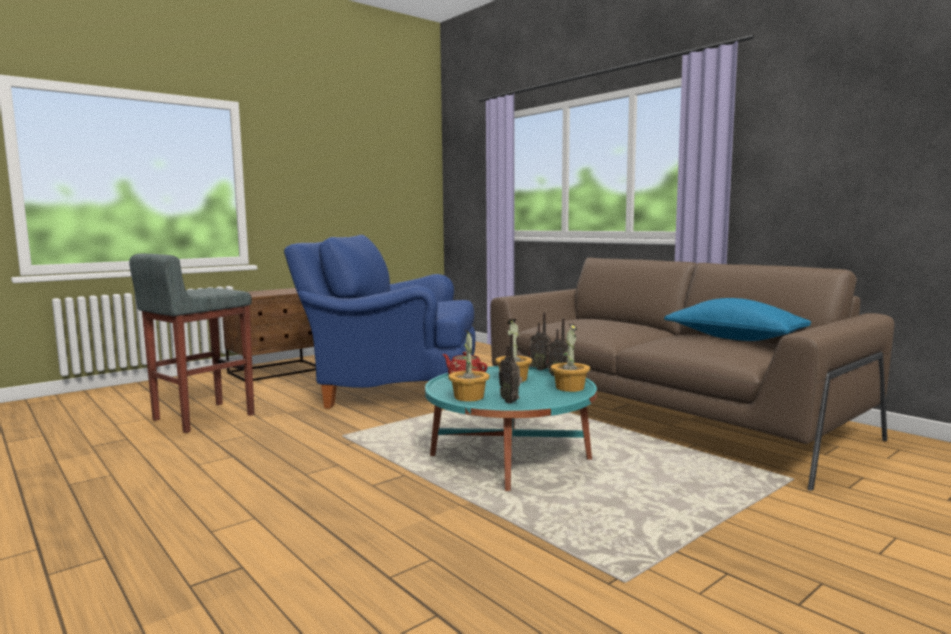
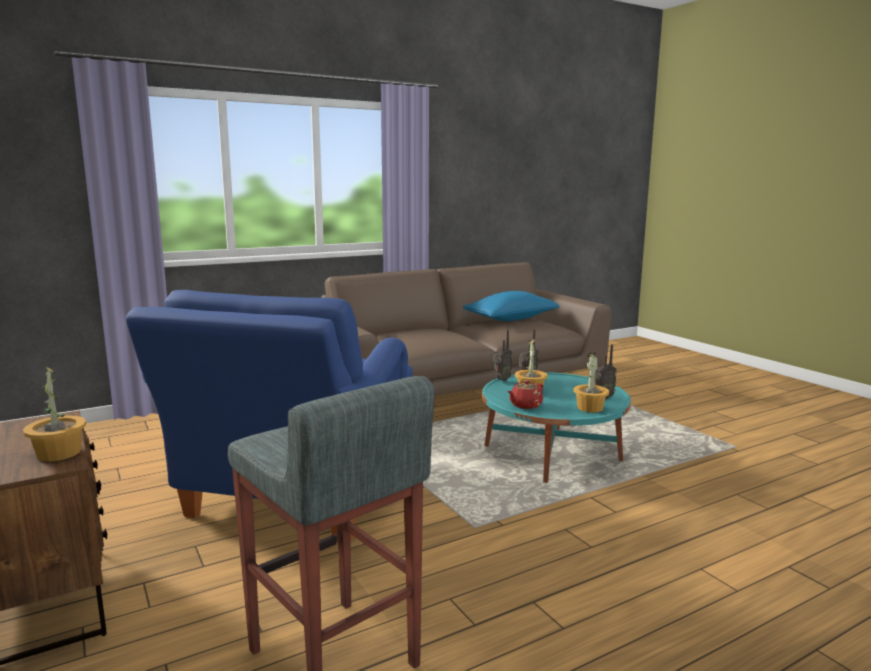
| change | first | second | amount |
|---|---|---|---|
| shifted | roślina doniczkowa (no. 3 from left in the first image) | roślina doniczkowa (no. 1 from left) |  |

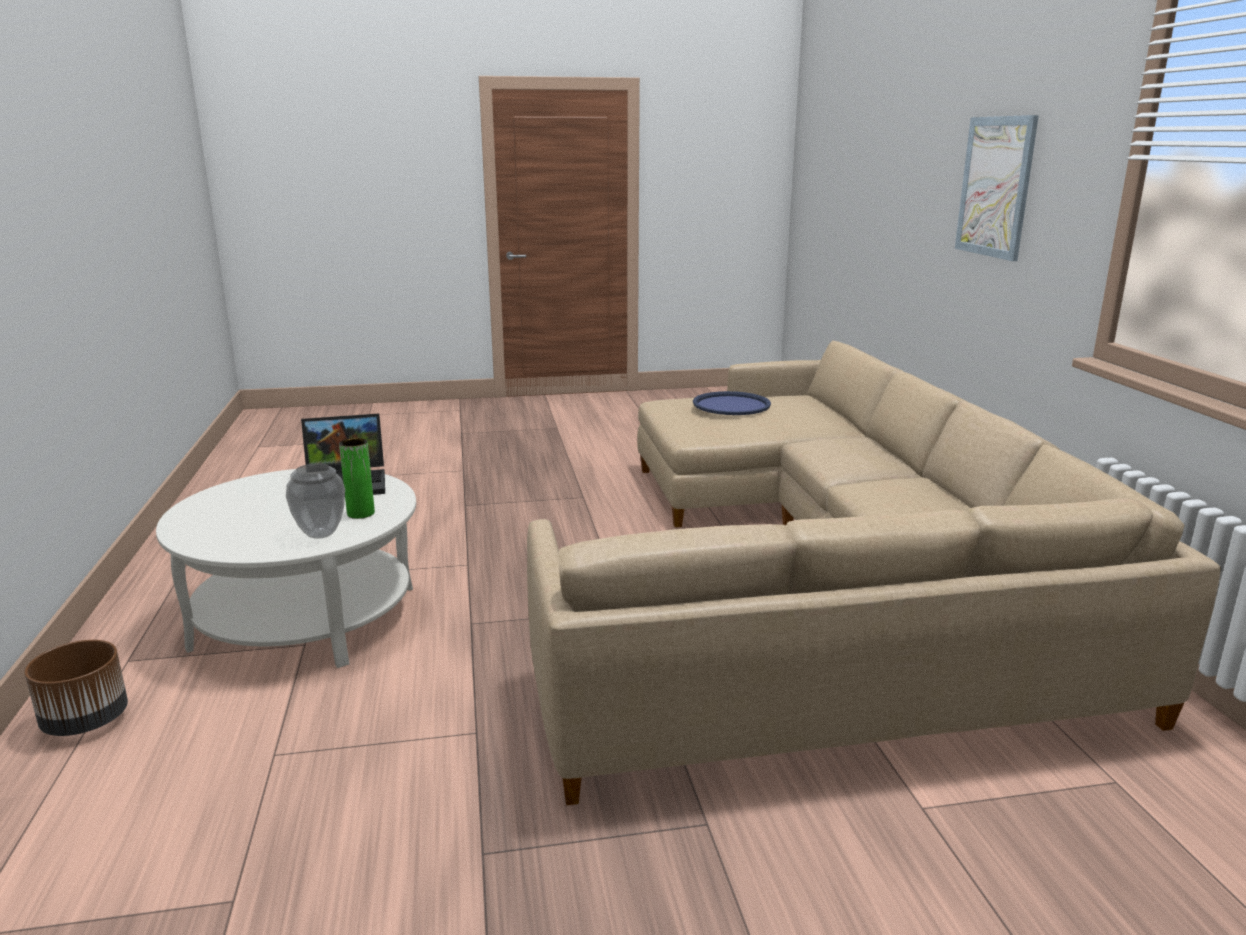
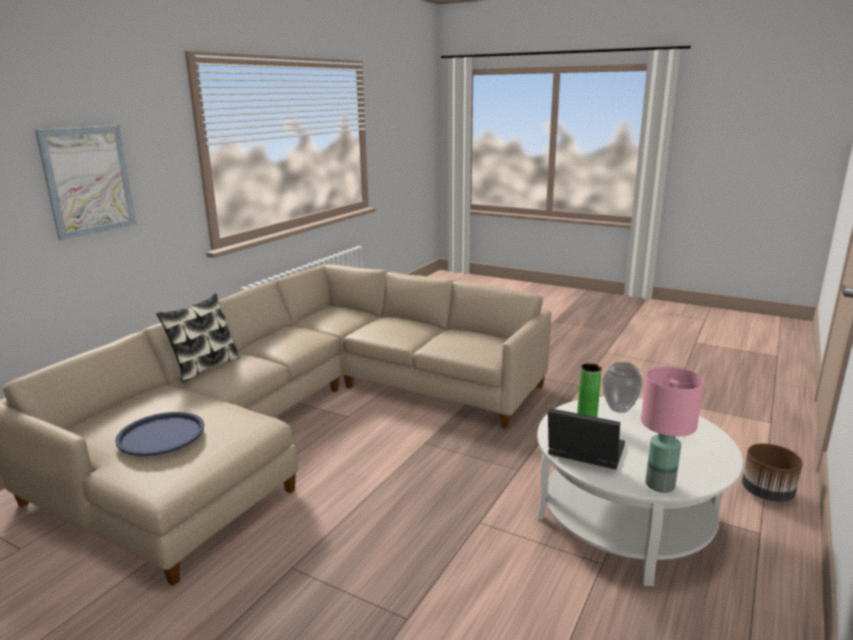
| change | first | second | amount |
|---|---|---|---|
| new |  | poduszka |  |
| new |  | lampa stołowa/różowy |  |

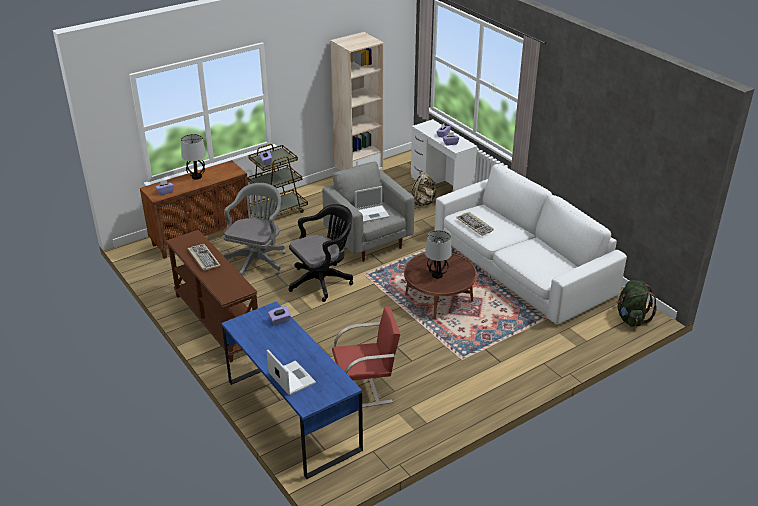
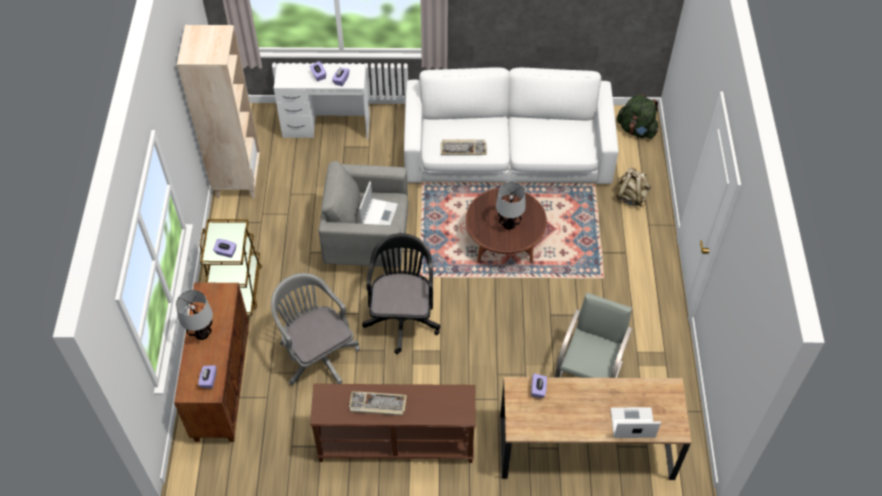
| change | first | second | amount |
|---|---|---|---|
| shifted | plecak/beżowy |  |  |
| repainted | biurko/niebieski | biurko/brązowy |  |
| repainted | krzesło/czerwony | krzesło/szary |  |

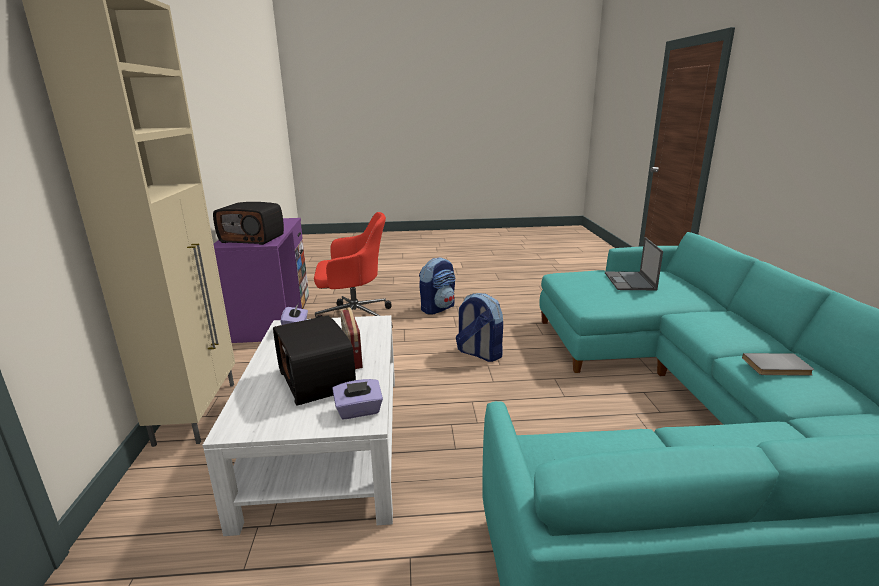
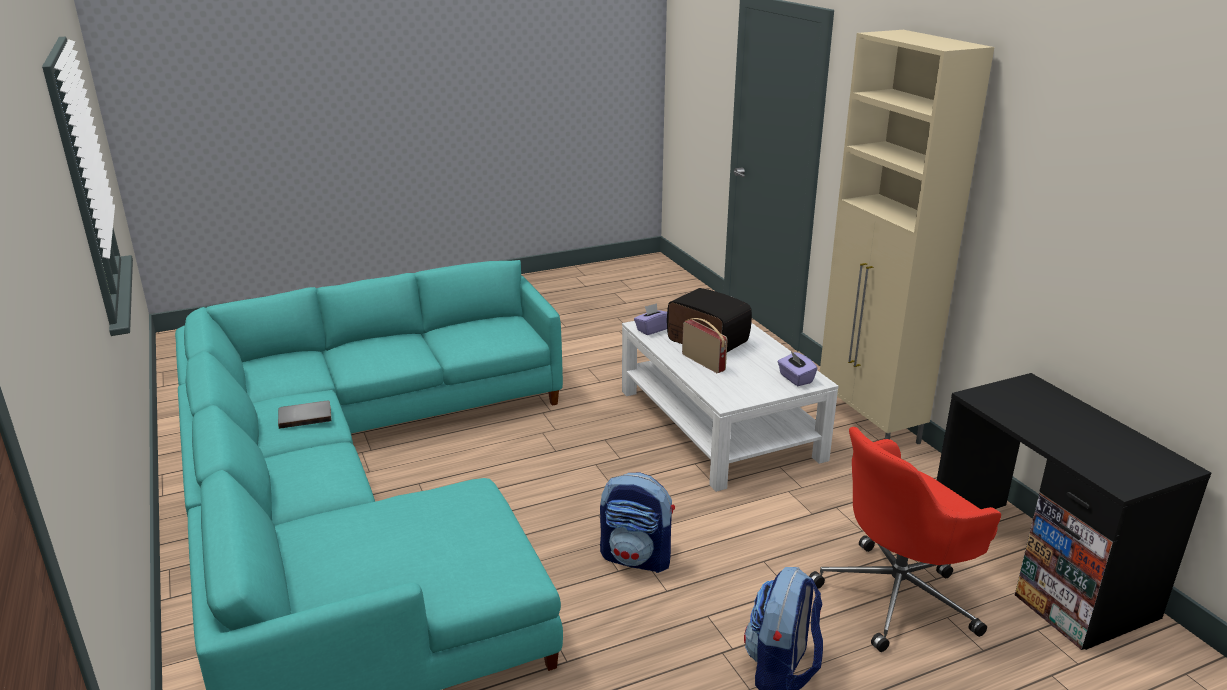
| change | first | second | amount |
|---|---|---|---|
| gone | radio (no. 1 from left) |  |  |
| gone | laptop |  |  |
| repainted | biurko/fioletowy | biurko/czarny |  |

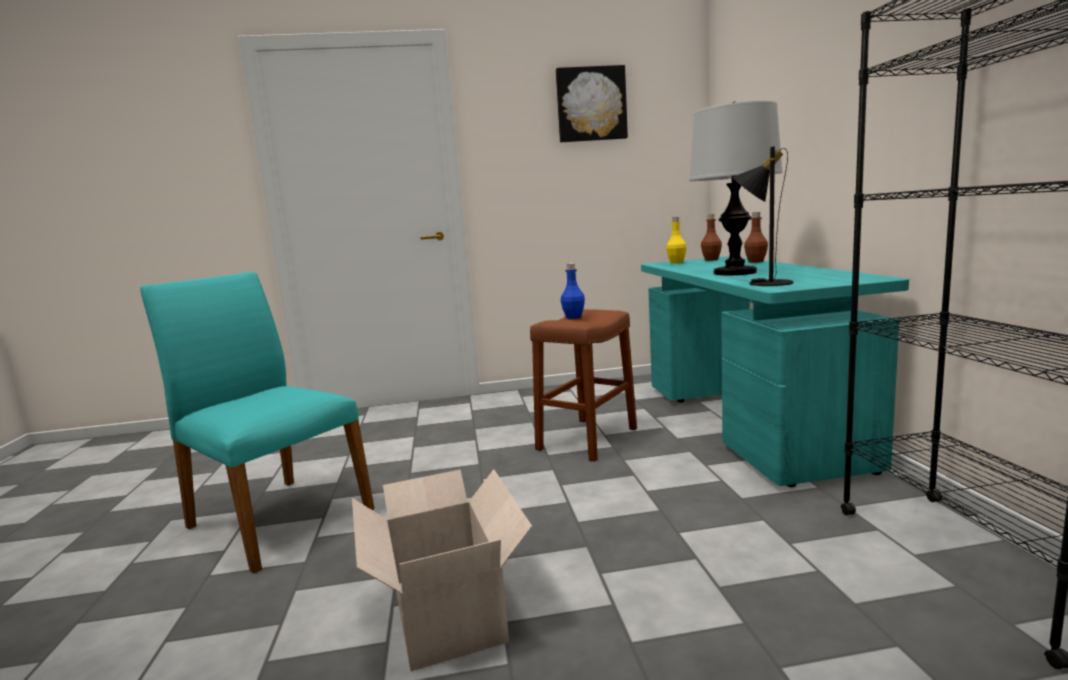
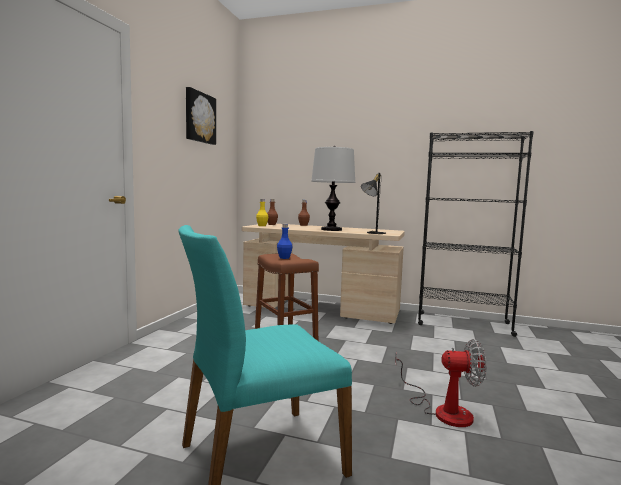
| change | first | second | amount |
|---|---|---|---|
| swapped | karton | wentylator |  |
| repainted | biurko/turkusowy | biurko/beżowy |  |

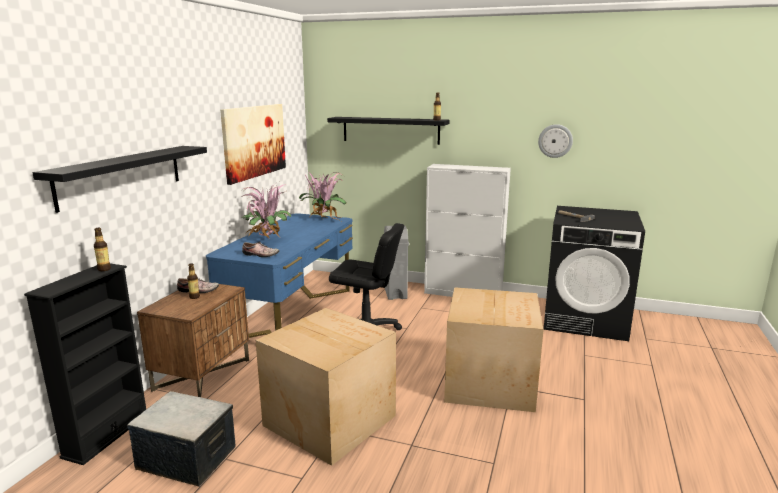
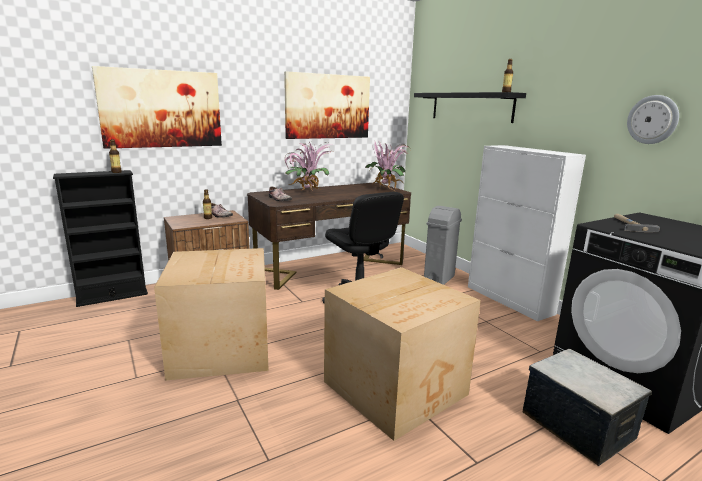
| change | first | second | amount |
|---|---|---|---|
| shifted | pojemnik do przechowywania |  |  |
| swapped | półka/czarny (no. 1 from left) | obraz (no. 1 from left) |  |
| repainted | biurko/niebieski | biurko/brązowy |  |

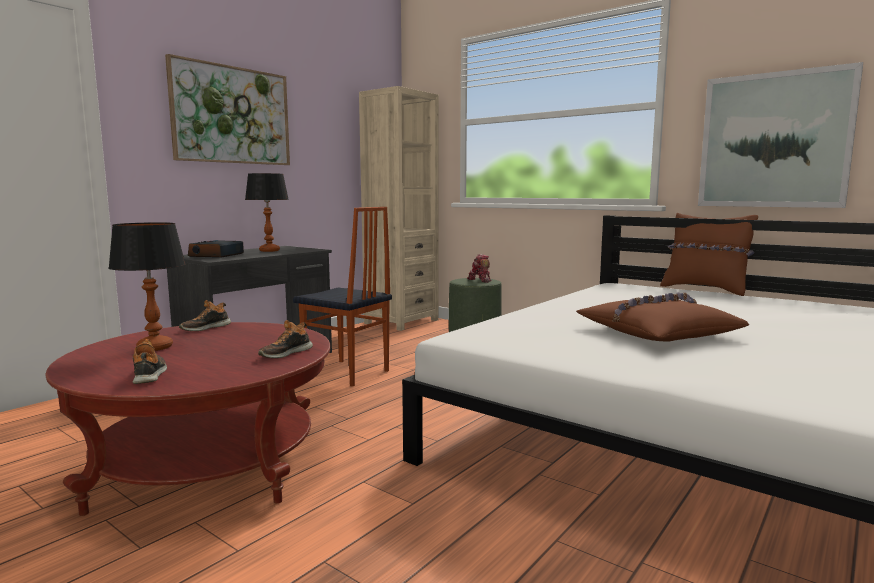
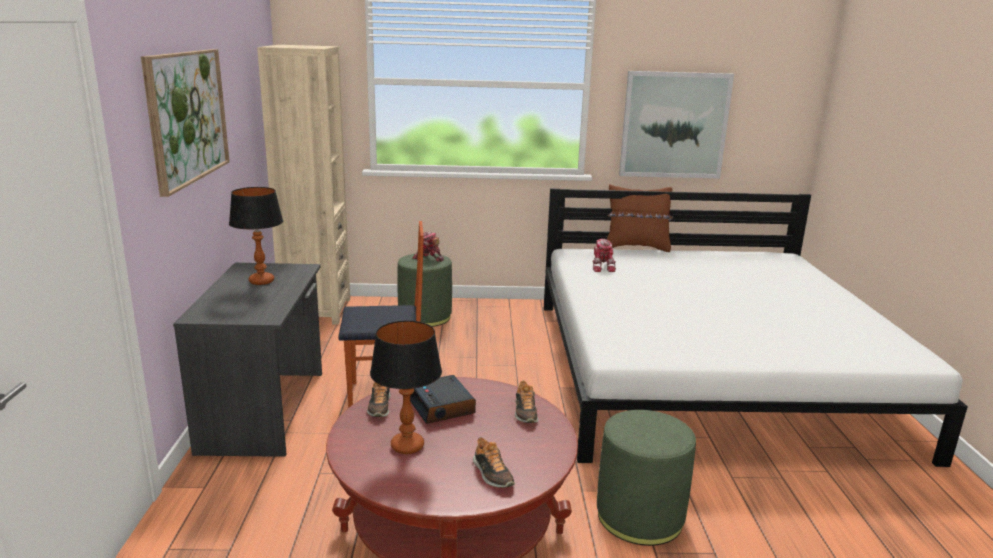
| change | first | second | amount |
|---|---|---|---|
| gone | poduszka/brązowy (no. 1 from left) |  |  |
| new |  | robot zabawkowy (no. 2 from left) |  |
| new |  | pufa/zielony (no. 2 from left) |  |
| shifted | budzik |  |  |
| rotated | but (no. 1 from left in the first image) | but (no. 2 from left) | 150 degrees counterclockwise |

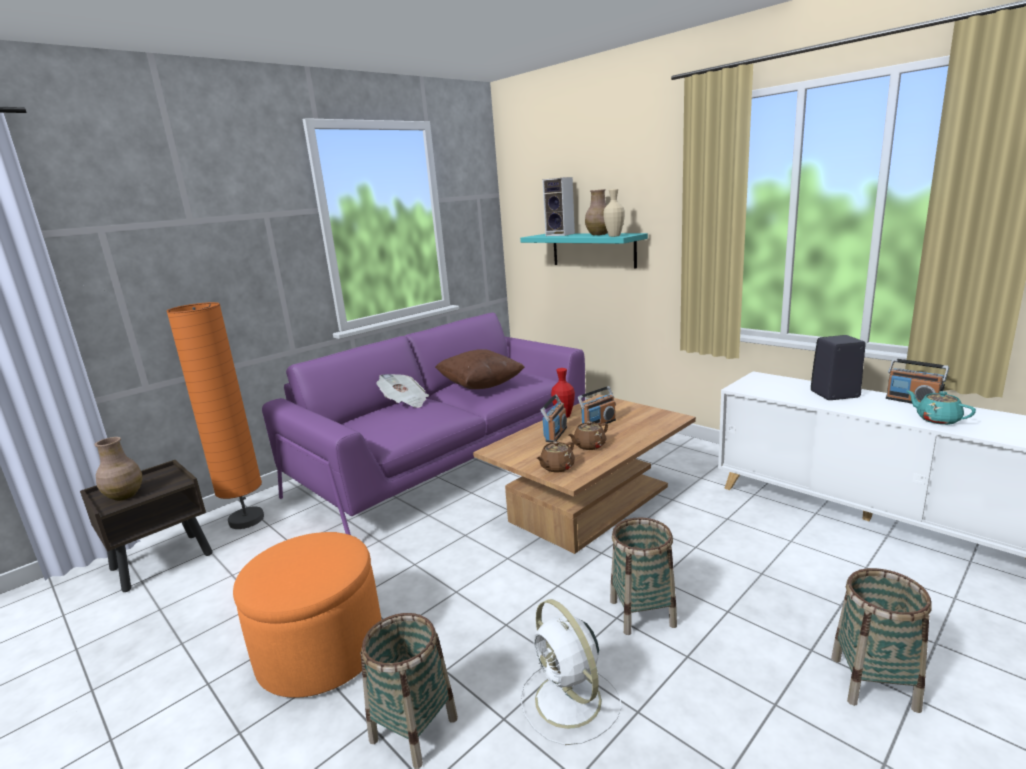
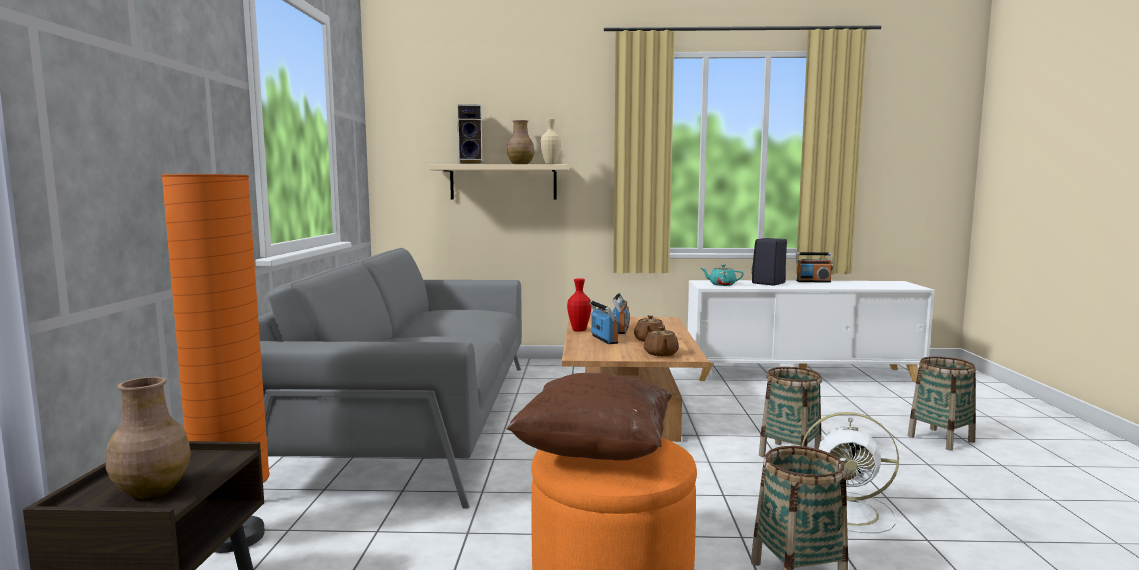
| change | first | second | amount |
|---|---|---|---|
| gone | gazeta |  |  |
| shifted | poduszka/brązowy |  |  |
| shifted | imbryk/turkusowy |  |  |
| repainted | kanapa/fioletowy | kanapa/szary |  |
| repainted | półka/turkusowy | półka/beżowy |  |

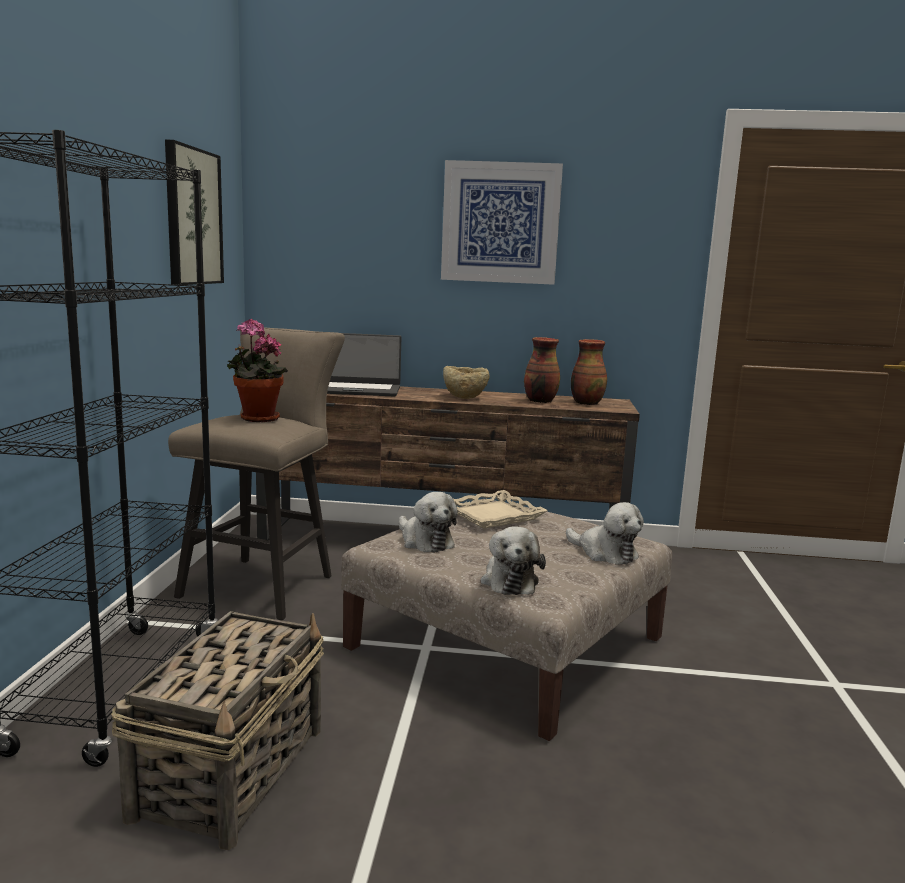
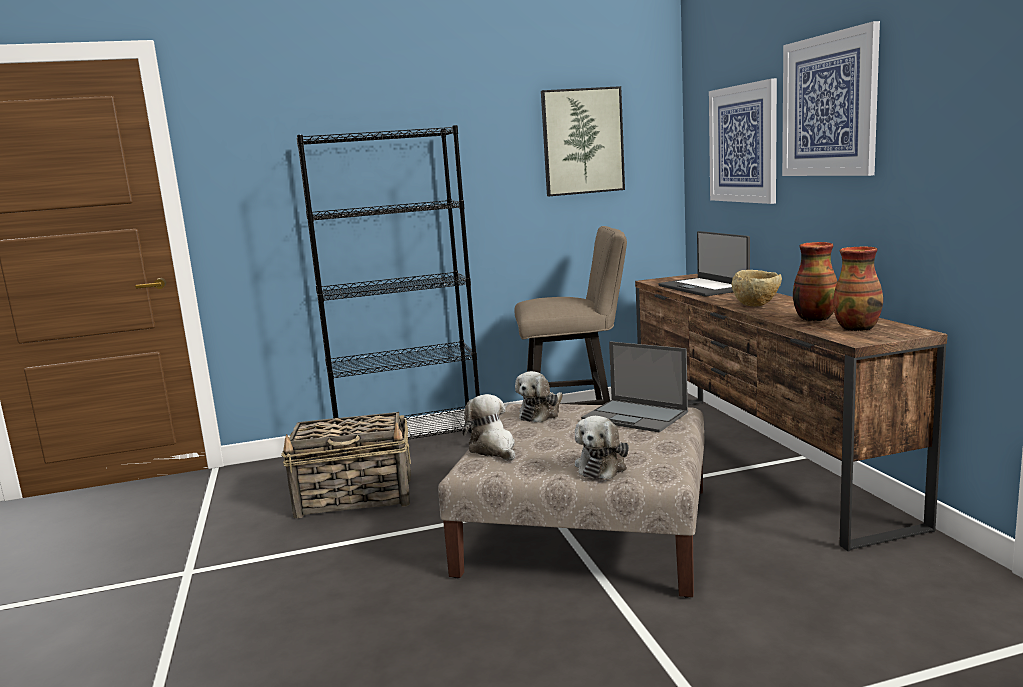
| change | first | second | amount |
|---|---|---|---|
| gone | roślina doniczkowa |  |  |
| new |  | obraz (no. 2 from left) |  |
| swapped | taca/beżowy | laptop (no. 1 from left) |  |
| rotated | pluszak (no. 2 from left in the first image) | pluszak (no. 1 from left) | 90 degrees clockwise |

